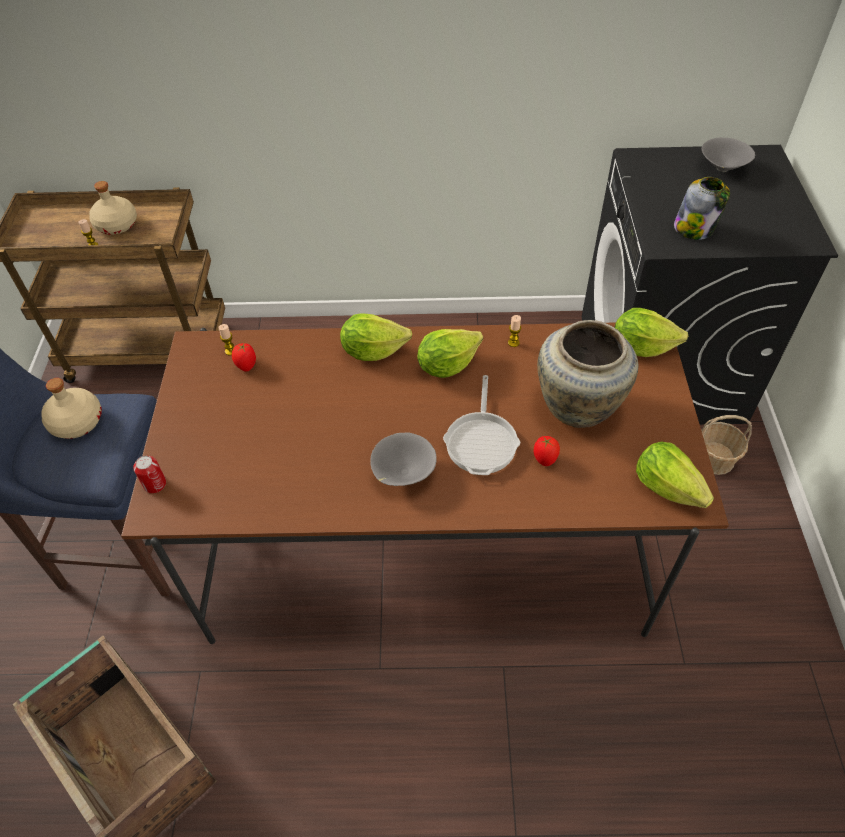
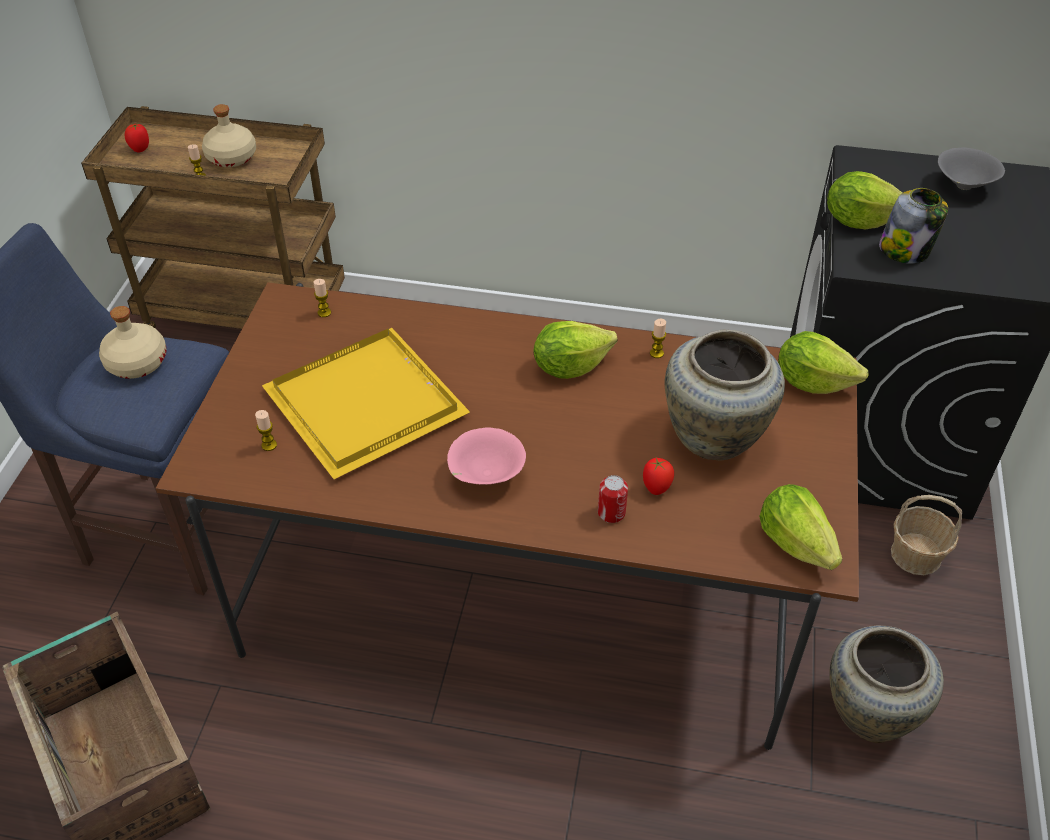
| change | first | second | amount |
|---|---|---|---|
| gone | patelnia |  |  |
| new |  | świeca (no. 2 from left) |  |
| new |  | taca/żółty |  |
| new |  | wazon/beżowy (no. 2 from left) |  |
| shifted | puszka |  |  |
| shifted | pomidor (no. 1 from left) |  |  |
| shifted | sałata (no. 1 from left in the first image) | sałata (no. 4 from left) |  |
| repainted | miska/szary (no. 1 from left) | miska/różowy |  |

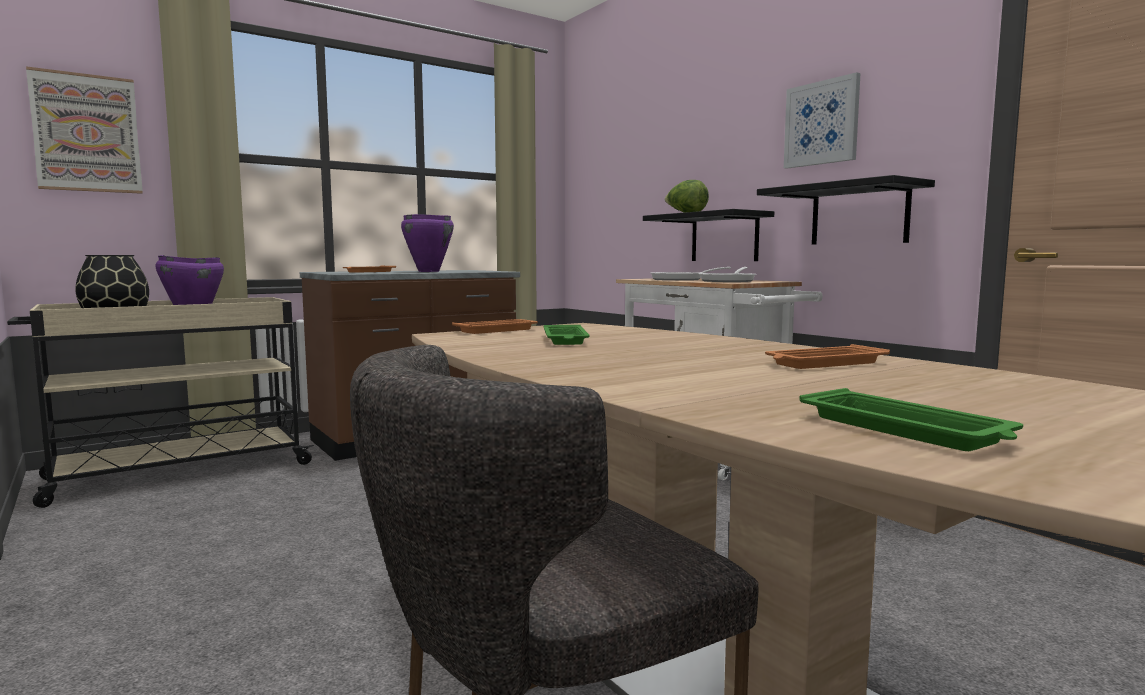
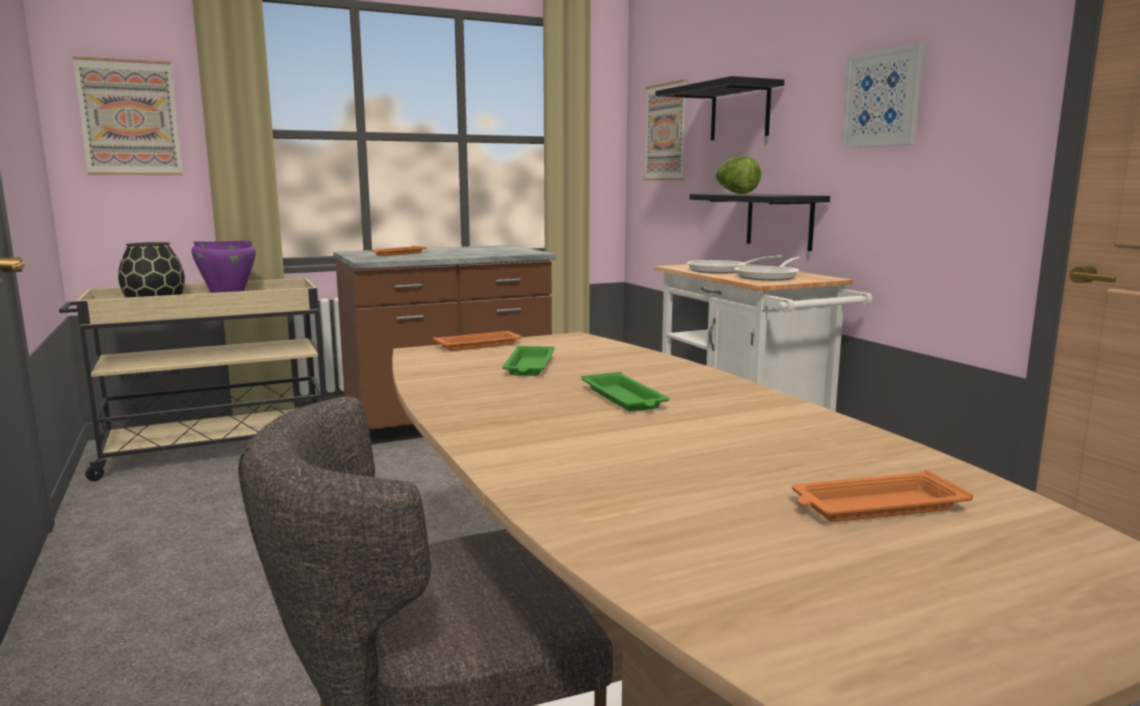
| change | first | second | amount |
|---|---|---|---|
| gone | garnek/fioletowy (no. 2 from left) |  |  |
| new |  | obraz (no. 2 from left) |  |
| shifted | półka/czarny (no. 2 from left in the first image) | półka/czarny (no. 1 from left) |  |
| shifted | taca/pomarańczowy (no. 3 from left) |  |  |
| shifted | taca/zielony (no. 2 from left) |  |  |

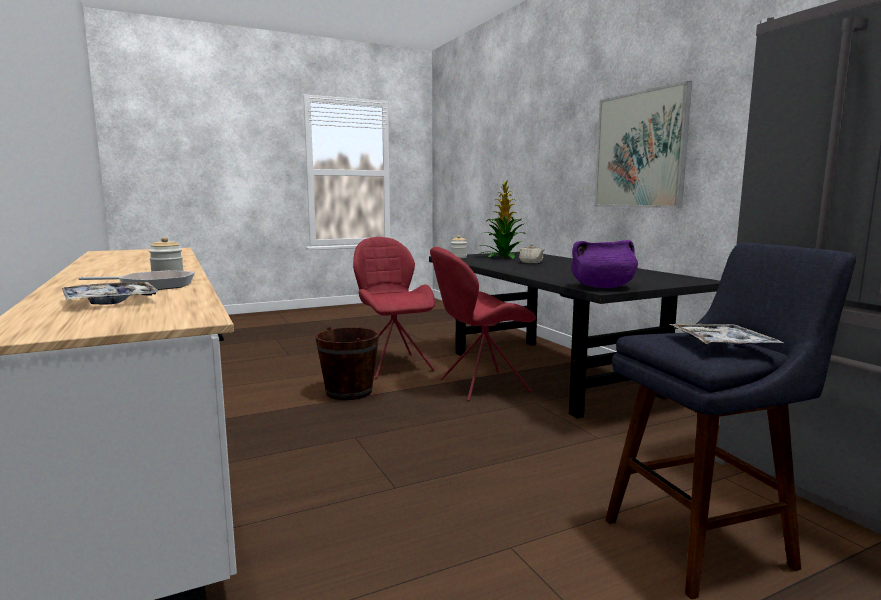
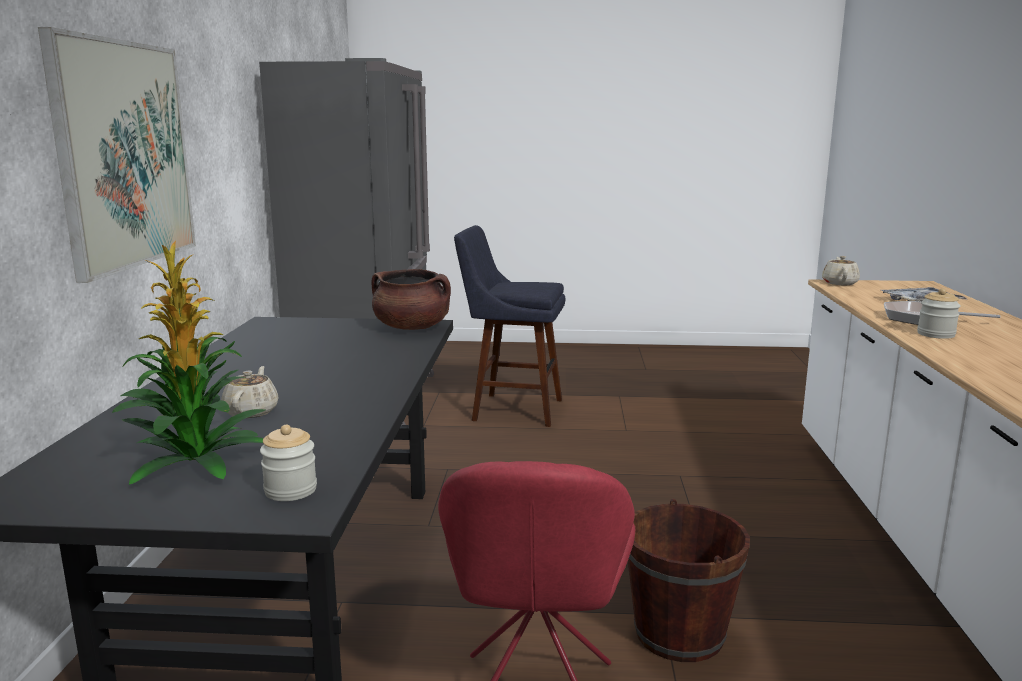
| change | first | second | amount |
|---|---|---|---|
| gone | krzesło/czerwony (no. 2 from left) |  |  |
| gone | taca (no. 2 from left) |  |  |
| new |  | imbryk/beżowy (no. 2 from left) |  |
| repainted | garnek/fioletowy | garnek/brązowy |  |

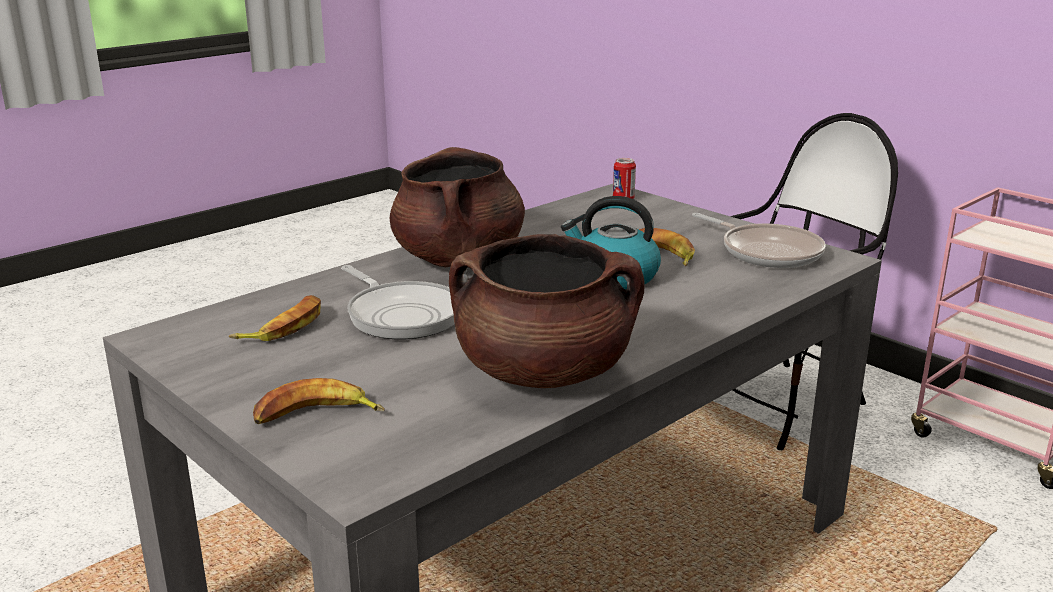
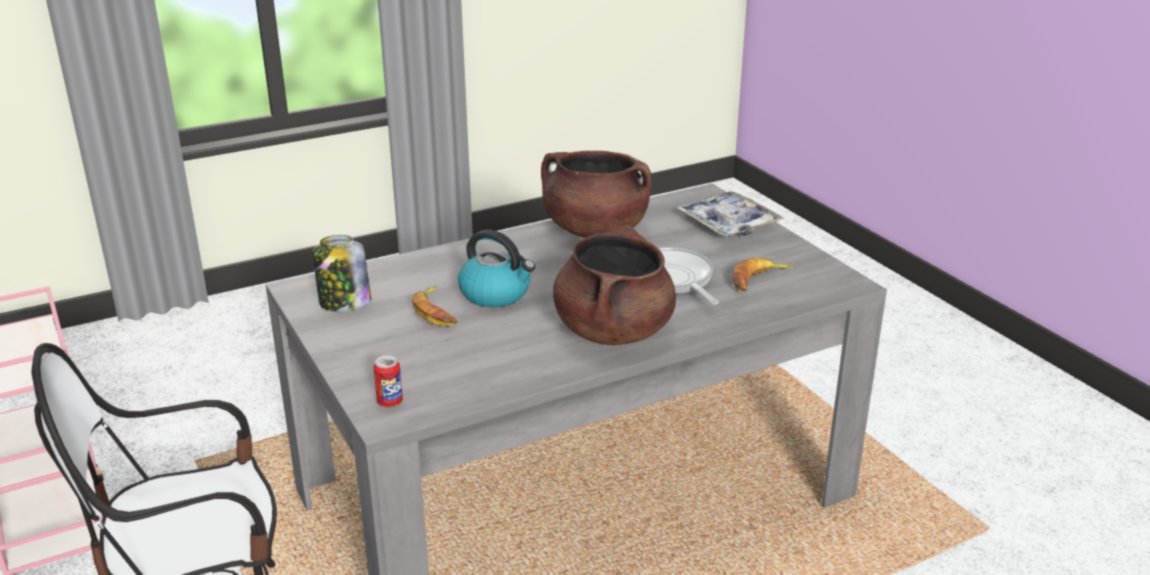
| change | first | second | amount |
|---|---|---|---|
| swapped | banan (no. 2 from left) | taca |  |
| swapped | patelnia (no. 2 from left) | słoik |  |

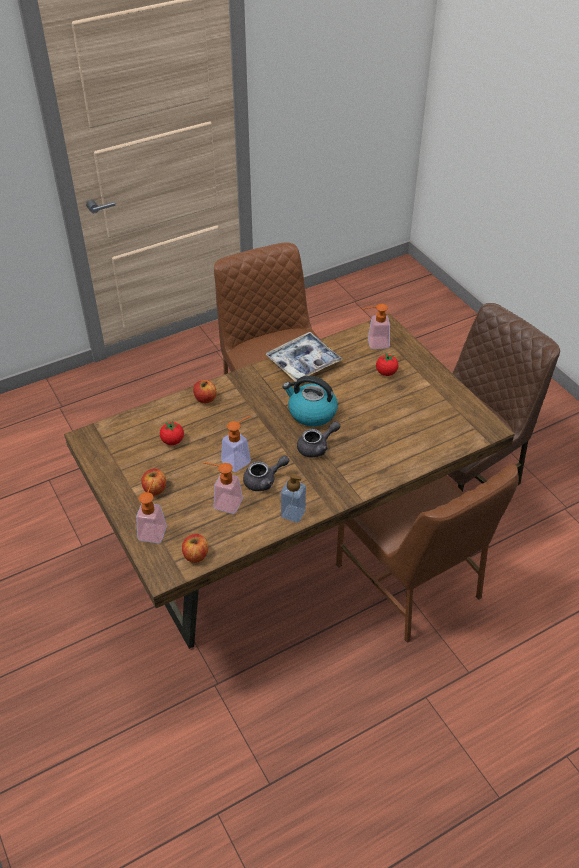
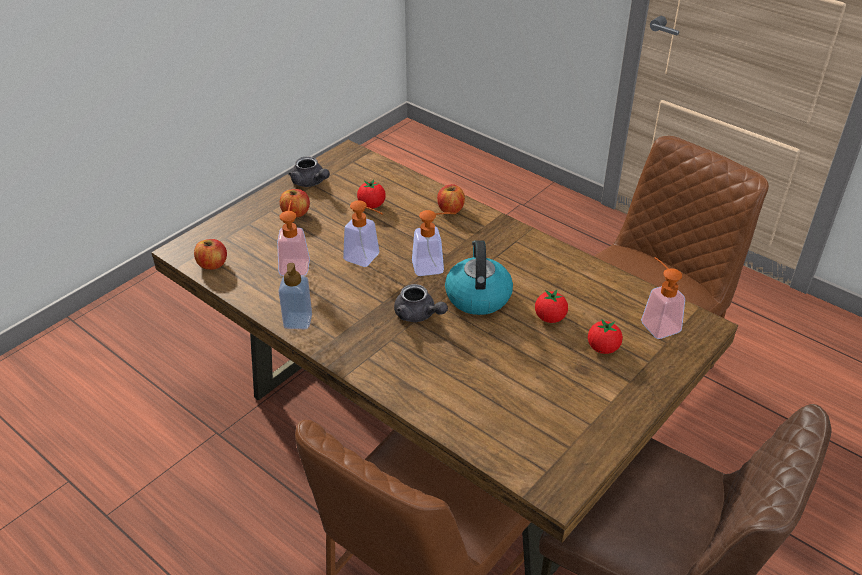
| change | first | second | amount |
|---|---|---|---|
| gone | taca |  |  |
| new |  | pomidor (no. 2 from left) |  |
| shifted | dozownik mydła (no. 1 from left in the first image) | dozownik mydła (no. 4 from left) |  |
| shifted | imbryk/szary (no. 1 from left) |  |  |

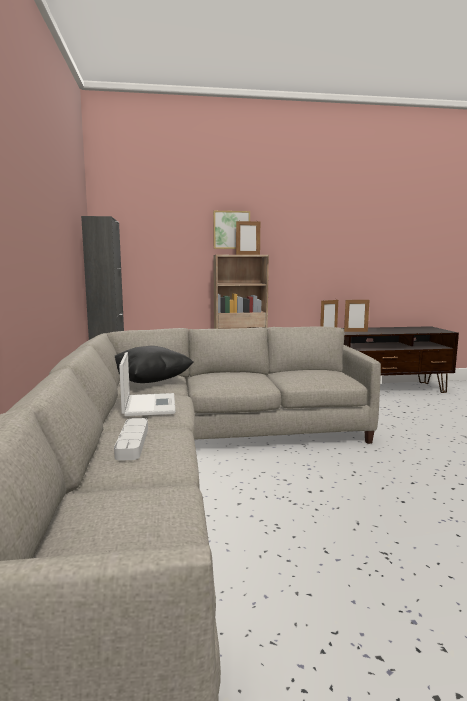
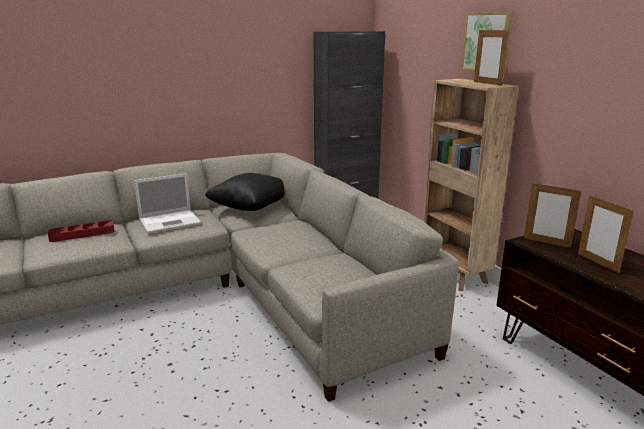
| change | first | second | amount |
|---|---|---|---|
| repainted | taca/szary | taca/czerwony |  |

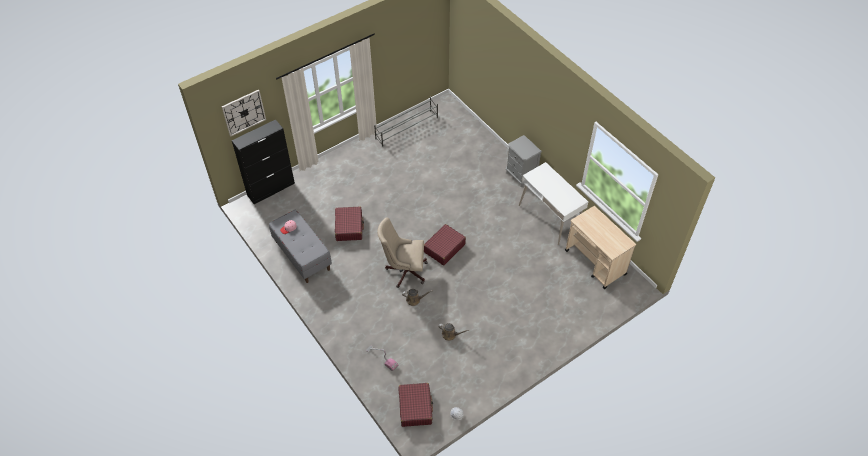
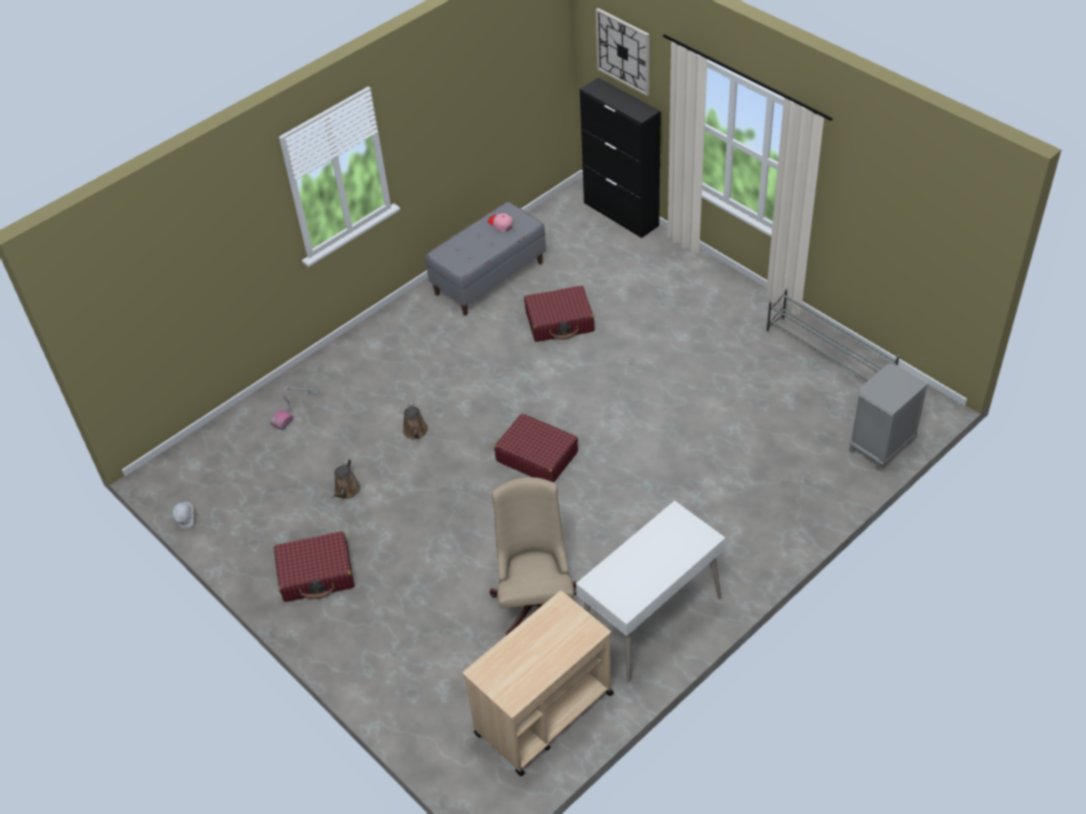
| change | first | second | amount |
|---|---|---|---|
| shifted | krzesło biurowe/beżowy |  |  |
| shifted | walizka/czerwony (no. 2 from left in the first image) | walizka/czerwony (no. 1 from left) |  |
| shifted | szafka nocna/szary |  |  |

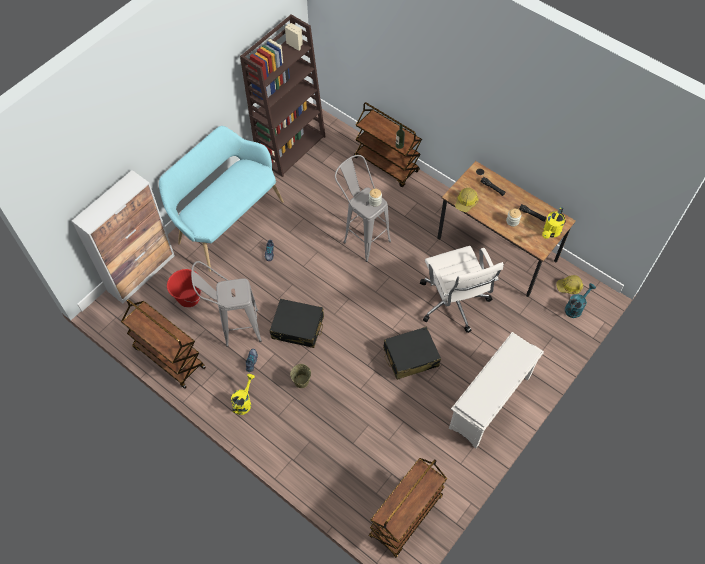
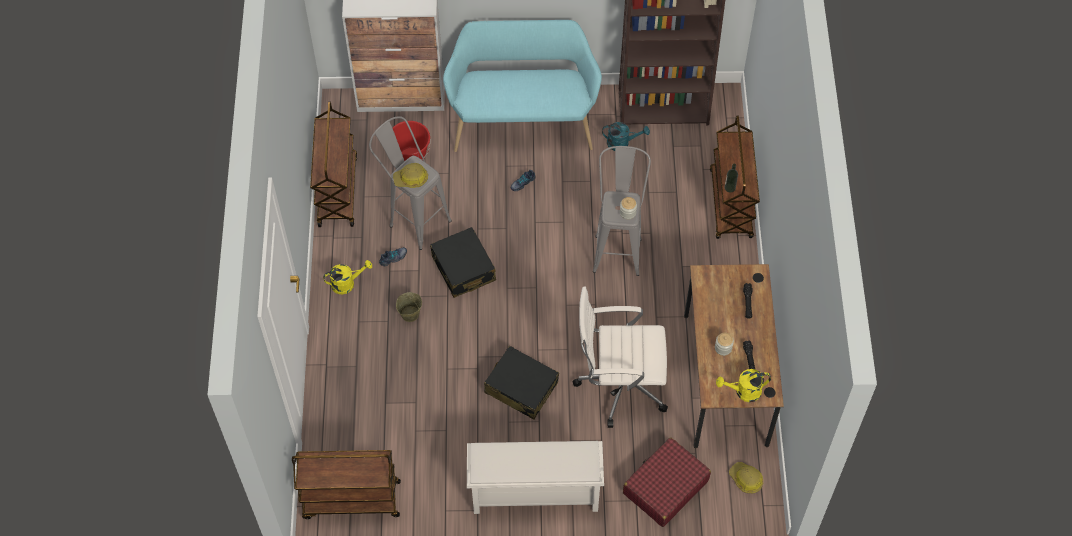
| change | first | second | amount |
|---|---|---|---|
| new |  | walizka/czerwony |  |
| shifted | kask (no. 1 from left) |  |  |
| shifted | konewka/turkusowy |  |  |
| rotated | krzesło biurowe/biały |  | 60 degrees clockwise |

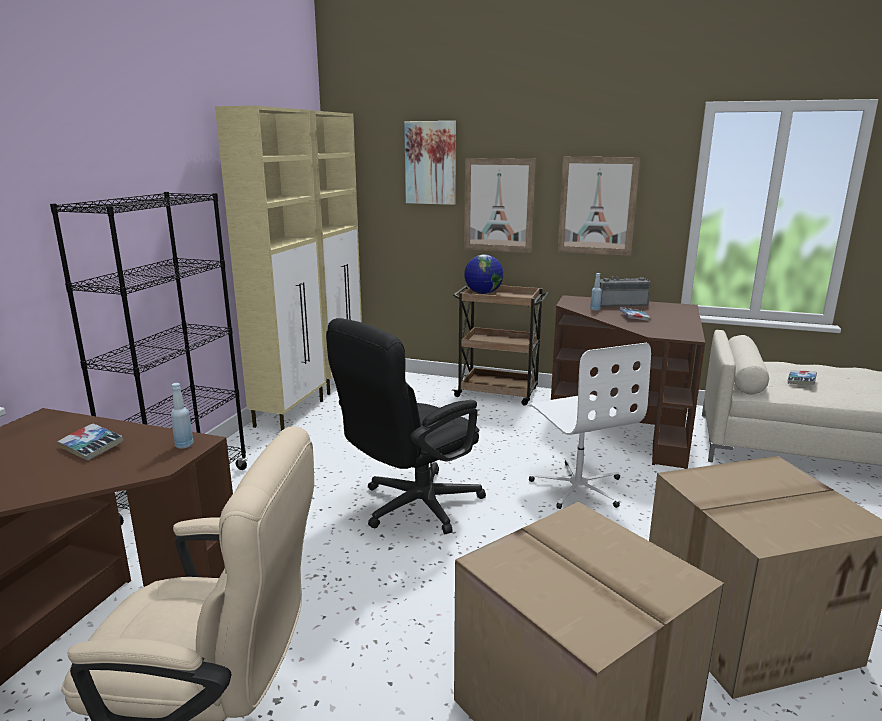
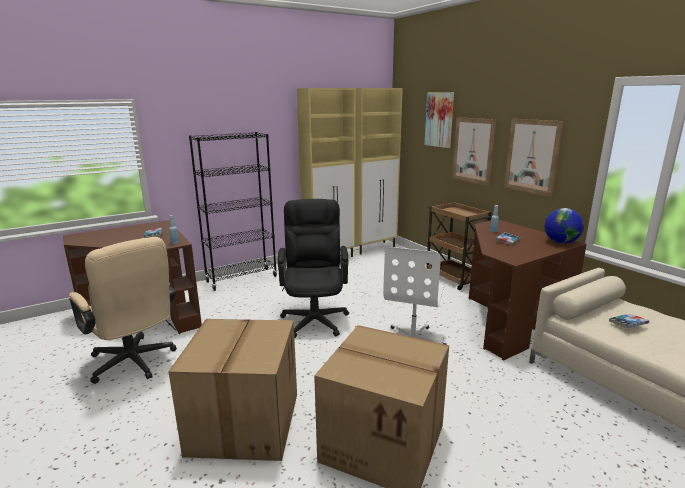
| change | first | second | amount |
|---|---|---|---|
| gone | radio |  |  |
| shifted | globus |  |  |
| rotated | krzesło biurowe/czarny |  | 90 degrees clockwise |

